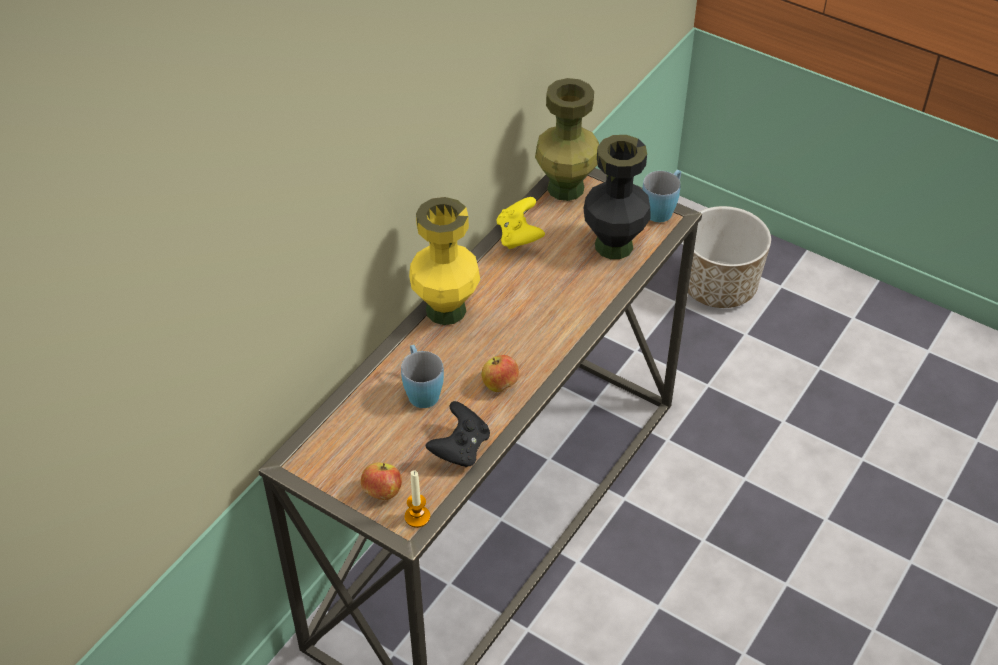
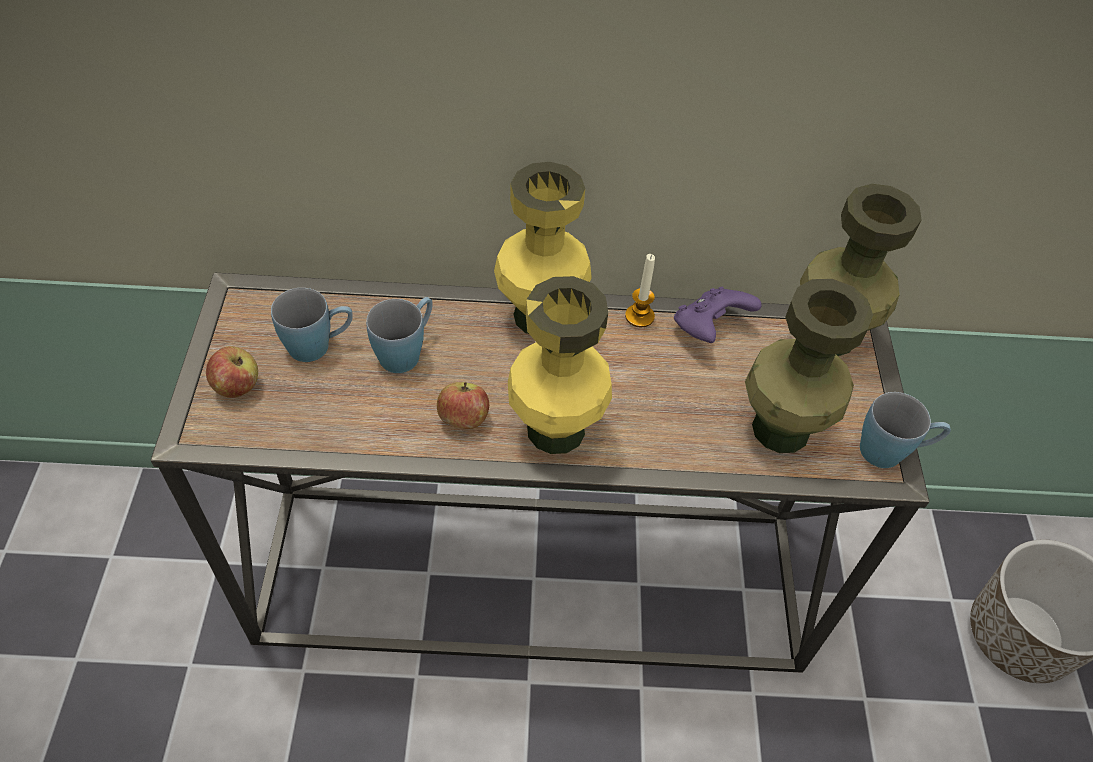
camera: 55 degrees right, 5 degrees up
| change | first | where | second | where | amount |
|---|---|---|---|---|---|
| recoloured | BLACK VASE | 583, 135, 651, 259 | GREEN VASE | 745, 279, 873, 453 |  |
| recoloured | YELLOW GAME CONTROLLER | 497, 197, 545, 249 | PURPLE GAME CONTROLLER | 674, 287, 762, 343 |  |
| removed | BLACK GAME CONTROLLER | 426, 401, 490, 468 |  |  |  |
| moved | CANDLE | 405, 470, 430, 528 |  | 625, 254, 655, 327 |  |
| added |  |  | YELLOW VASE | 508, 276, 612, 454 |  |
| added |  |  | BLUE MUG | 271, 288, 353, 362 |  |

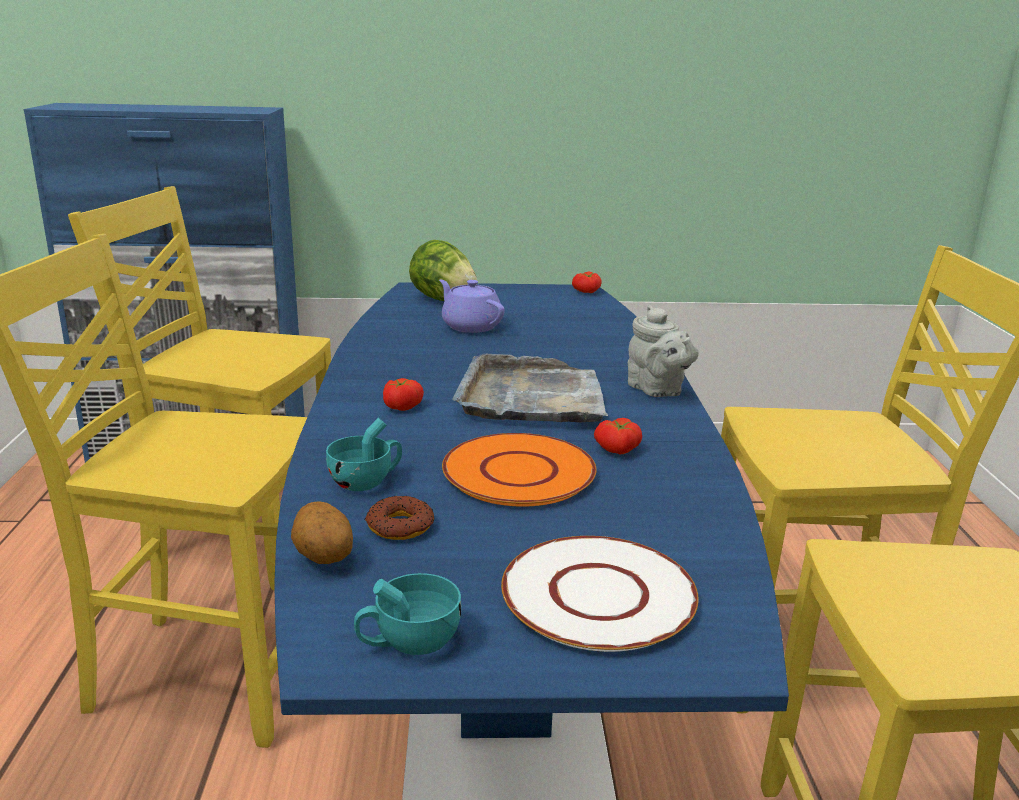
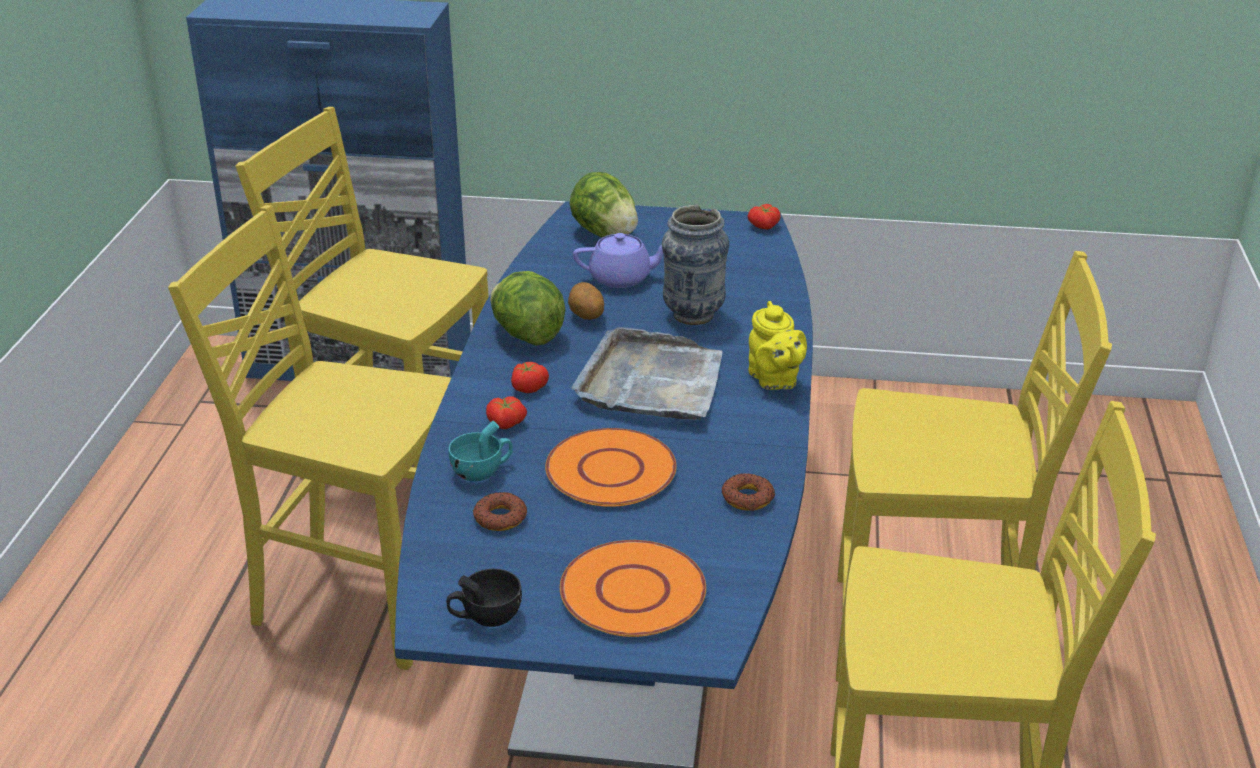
camera: 10 degrees right, 10 degrees up
| change | first | where | second | where | amount |
|---|---|---|---|---|---|
| turned | PURPLE TEAPOT | 439, 280, 505, 333 |  | 573, 233, 663, 288 | 120 degrees clockwise |
| recoloured | GREY TEAPOT | 628, 305, 699, 397 | YELLOW TEAPOT | 748, 301, 807, 390 |  |
| moved | TOMATO | 594, 418, 642, 454 |  | 486, 396, 527, 429 |  |
| moved | POTATO | 291, 502, 353, 564 |  | 568, 282, 604, 320 |  |
| recoloured | WHITE PLATE | 501, 536, 699, 652 | ORANGE PLATE | 560, 540, 706, 637 |  |
| recoloured | TURQUOISE CUP | 354, 573, 461, 655 | BLACK CUP | 446, 569, 522, 627 |  |
| added |  |  | VASE | 662, 205, 729, 325 |  |
| added |  |  | LETTUCE | 490, 271, 565, 346 |  |
| added |  |  | DONUT | 722, 473, 775, 511 |  |

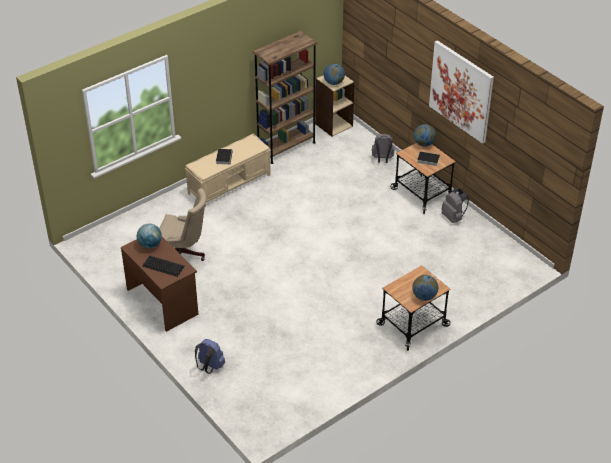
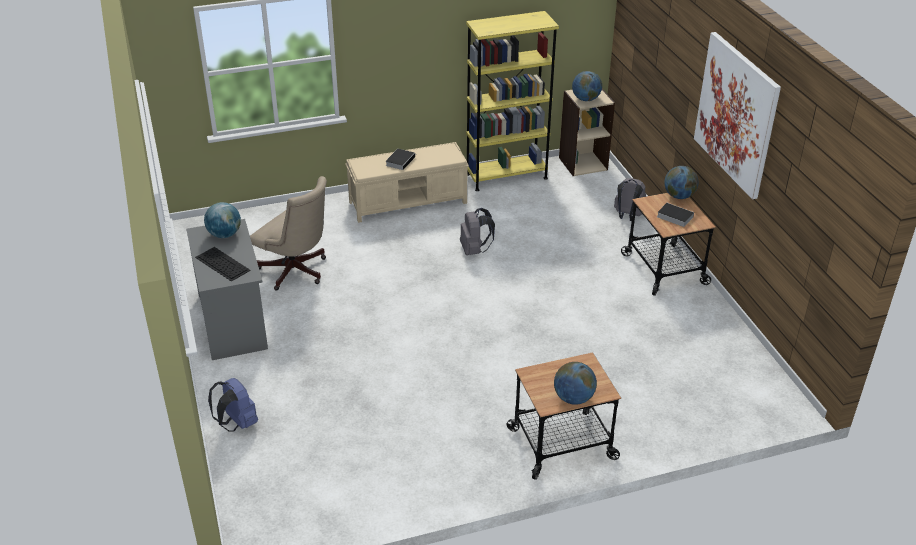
camera: 20 degrees right, 5 degrees down
| change | first | where | second | where | amount |
|---|---|---|---|---|---|
| recoloured | BROWN BOOKCASE | 253, 31, 317, 164 | YELLOW BOOKCASE | 466, 11, 559, 191 |  |
| moved | GREY BACKPACK | 441, 188, 469, 223 |  | 460, 208, 495, 255 |  |
| recoloured | BROWN DESK | 121, 237, 198, 332 | GREY DESK | 186, 219, 268, 360 |  |

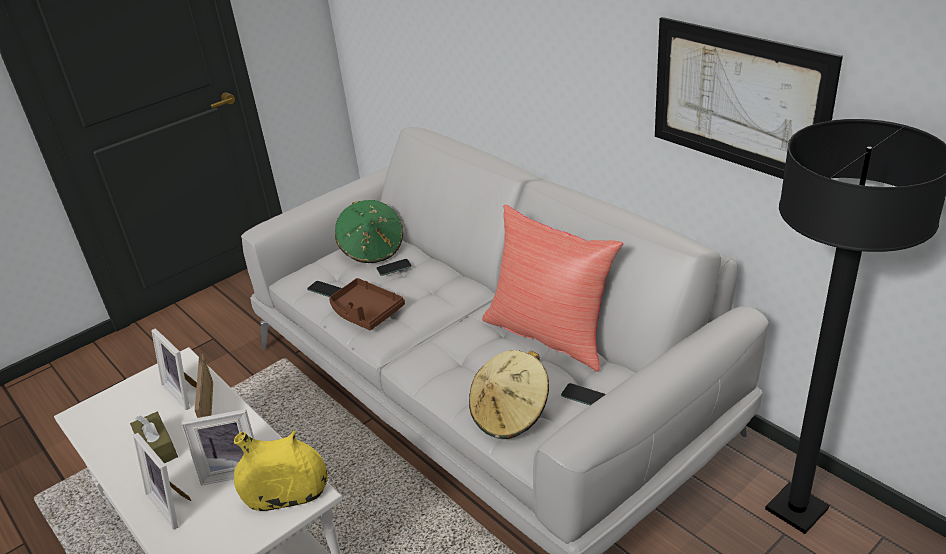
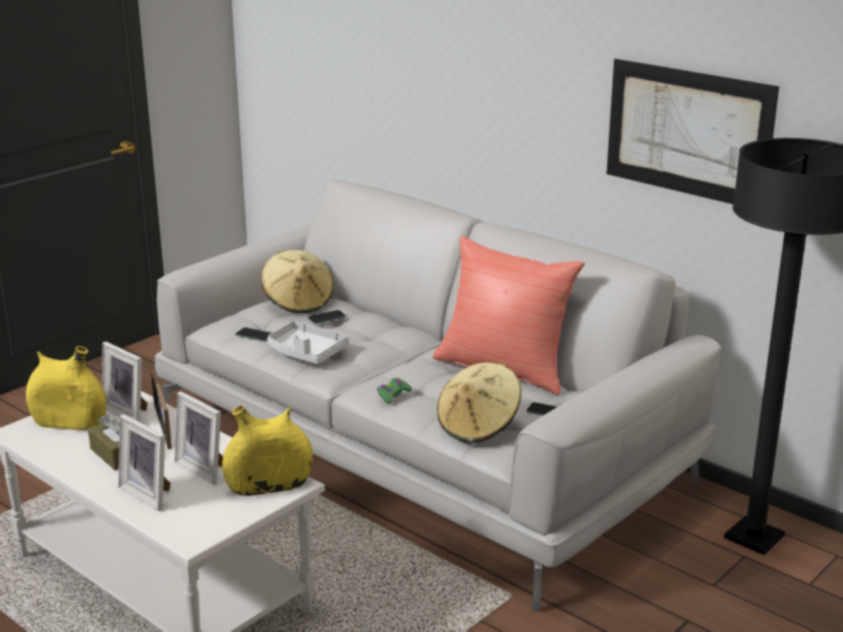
camera: 10 degrees left, 10 degrees down
| change | first | where | second | where | amount |
|---|---|---|---|---|---|
| recoloured | GREEN HAT | 335, 200, 403, 263 | BEIGE HAT | 262, 250, 334, 313 |  |
| recoloured | BROWN TRAY | 329, 278, 405, 330 | GREY TRAY | 267, 321, 349, 364 |  |
| turned | PICTURE FRAME | 181, 409, 254, 486 |  | 175, 391, 223, 485 | 60 degrees clockwise |
| added |  |  | YELLOW VASE | 26, 346, 106, 430 |  |
| added |  |  | GREEN GAME CONTROLLER | 377, 377, 412, 404 |  |

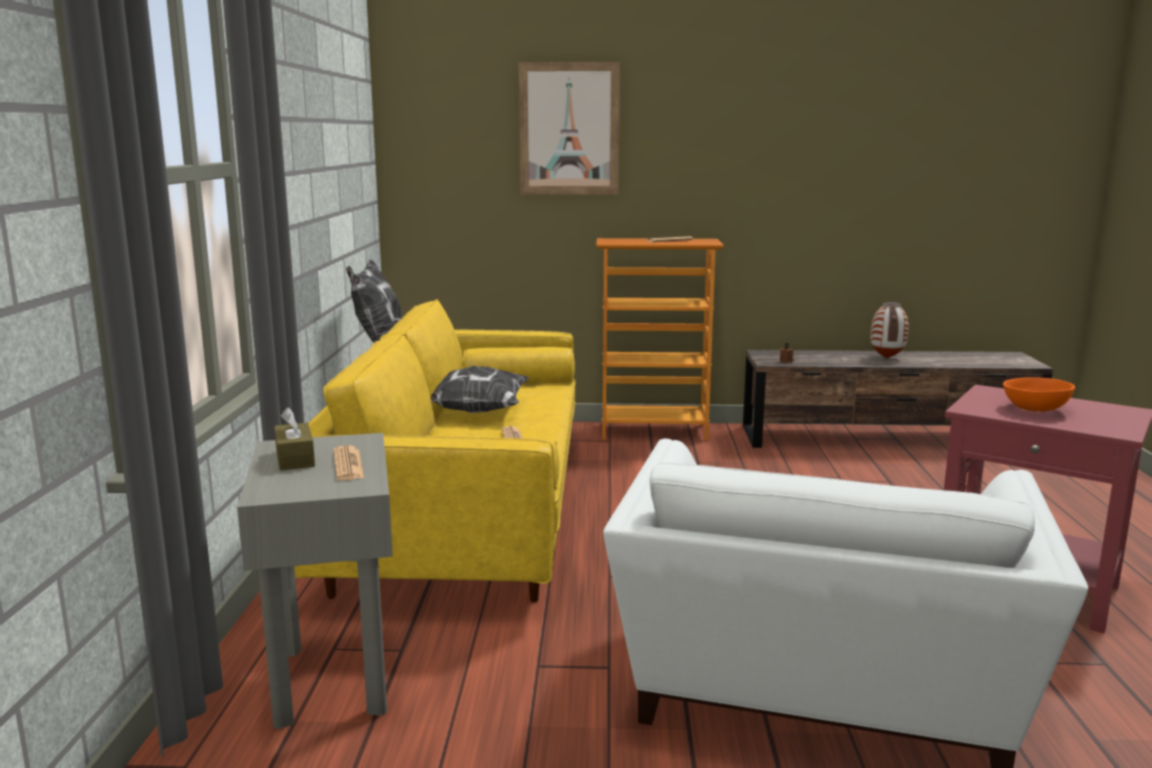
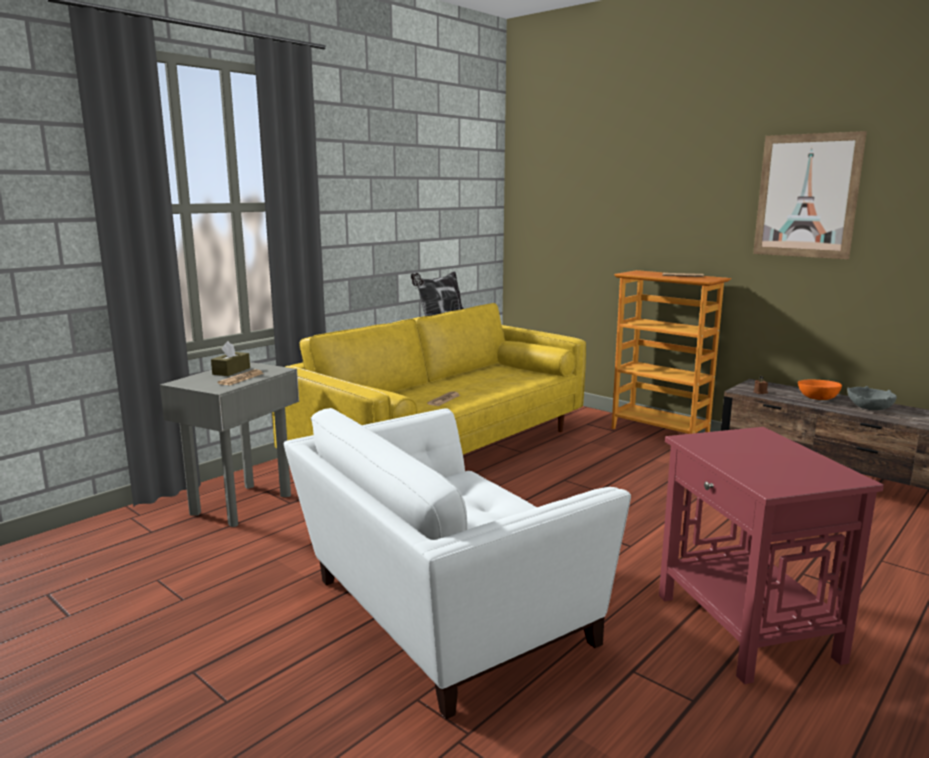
camera: 40 degrees right, 0 degrees up
| change | first | where | second | where | amount |
|---|---|---|---|---|---|
| moved | PICTURE | 519, 62, 620, 195 |  | 753, 131, 867, 259 |  |
| replaced | VASE | 870, 302, 909, 358 | GREY BOWL | 847, 386, 897, 410 |  |
| removed | PILLOW | 430, 366, 530, 413 |  |  |  |
| moved | ORANGE BOWL | 1003, 377, 1075, 412 |  | 798, 379, 842, 400 |  |

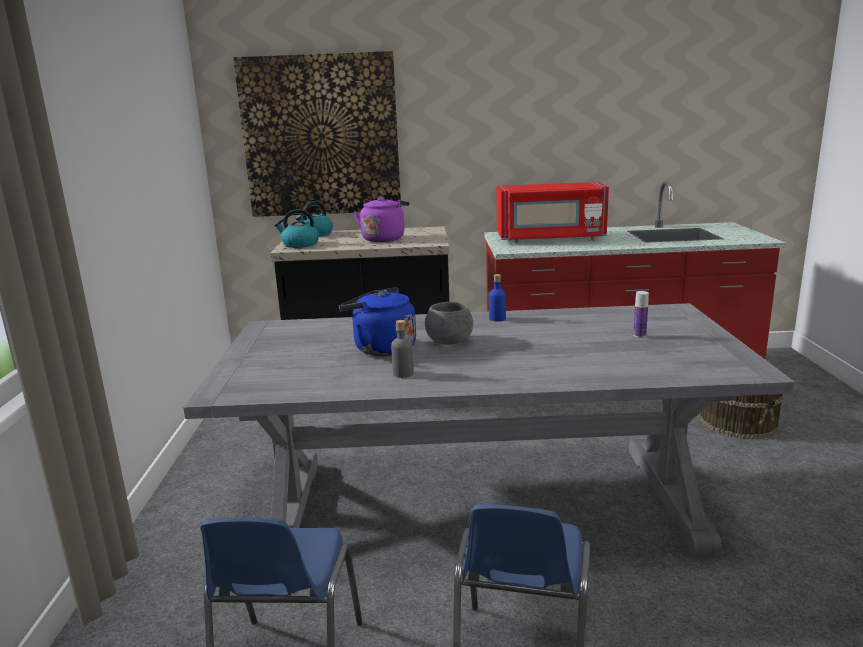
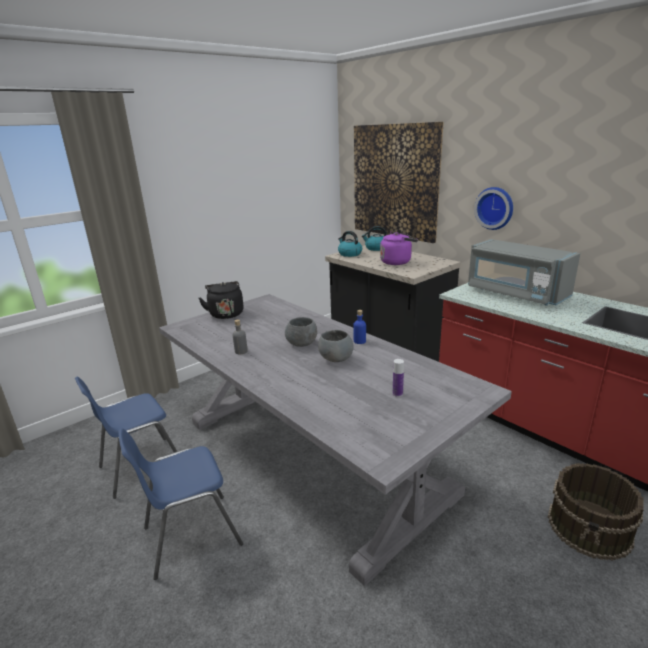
camera: 50 degrees right, 5 degrees up
| change | first | where | second | where | amount |
|---|---|---|---|---|---|
| recoloured | RED MICROWAVE | 497, 182, 609, 243 | GREY MICROWAVE | 468, 239, 580, 305 |  |
| removed | BLUE KETTLE | 339, 287, 416, 356 |  |  |  |
| added |  |  | WALL CLOCK | 474, 187, 513, 230 |  |
| added |  |  | BLACK KETTLE | 199, 281, 244, 319 |  |
| added |  |  | GREY BOWL | 318, 330, 354, 362 |  |

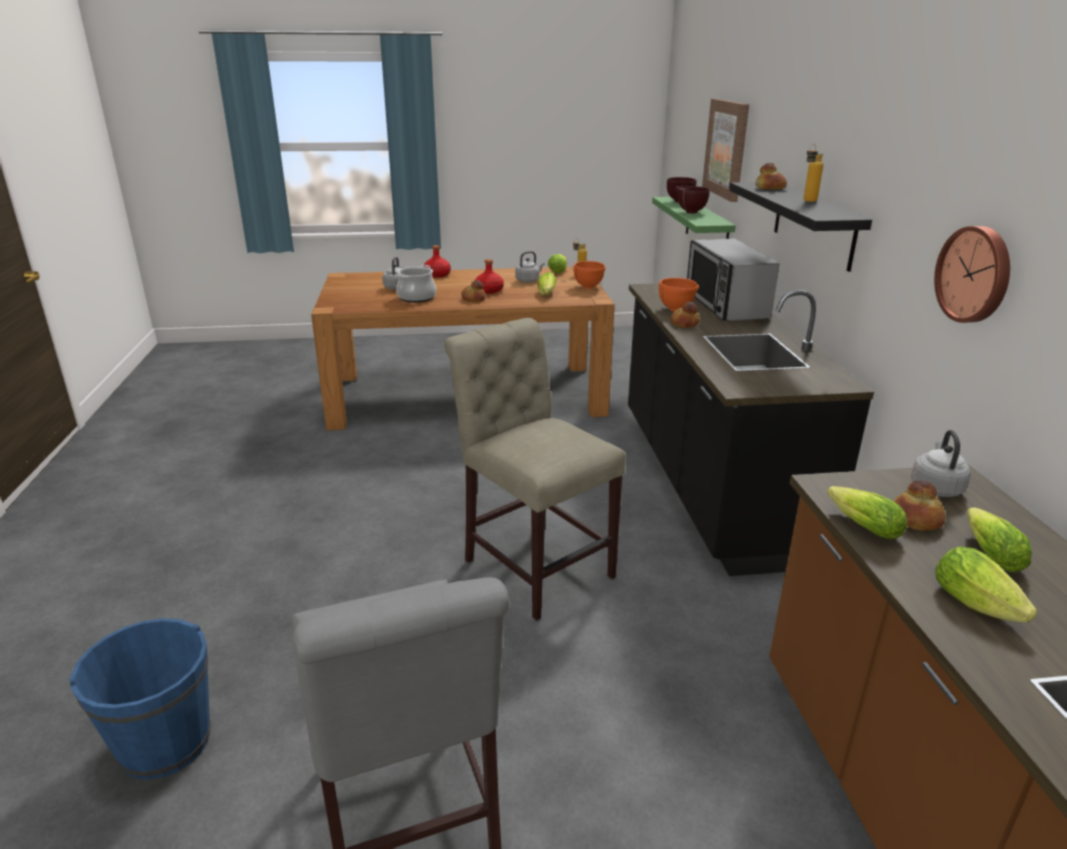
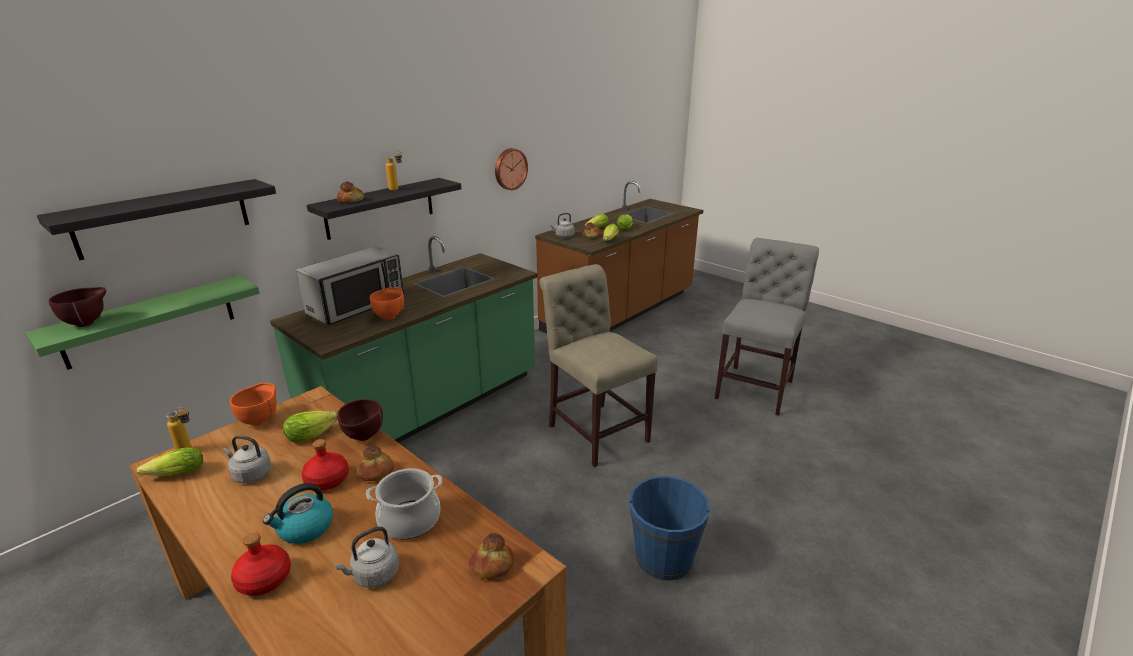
camera: 130 degrees left, 0 degrees up
| change | first | where | second | where | amount |
|---|---|---|---|---|---|
| replaced | PICTURE | 702, 99, 749, 202 | BLACK SHELF | 37, 179, 276, 260 |  |
| moved | BROWN BOWL | 676, 186, 710, 214 |  | 337, 399, 383, 441 |  |
| recoloured | BLACK COUNTER | 628, 283, 874, 576 | GREEN COUNTER | 270, 236, 537, 443 |  |
| moved | BREAD | 670, 301, 700, 328 |  | 469, 533, 514, 579 |  |
| turned | BEIGE CHAIR | 444, 318, 626, 621 |  | 539, 264, 658, 467 | 135 degrees clockwise |
| moved | BLUE BUCKET | 69, 618, 211, 779 |  | 629, 476, 710, 580 |  |
| added |  |  | KETTLE | 263, 483, 333, 544 |  |

